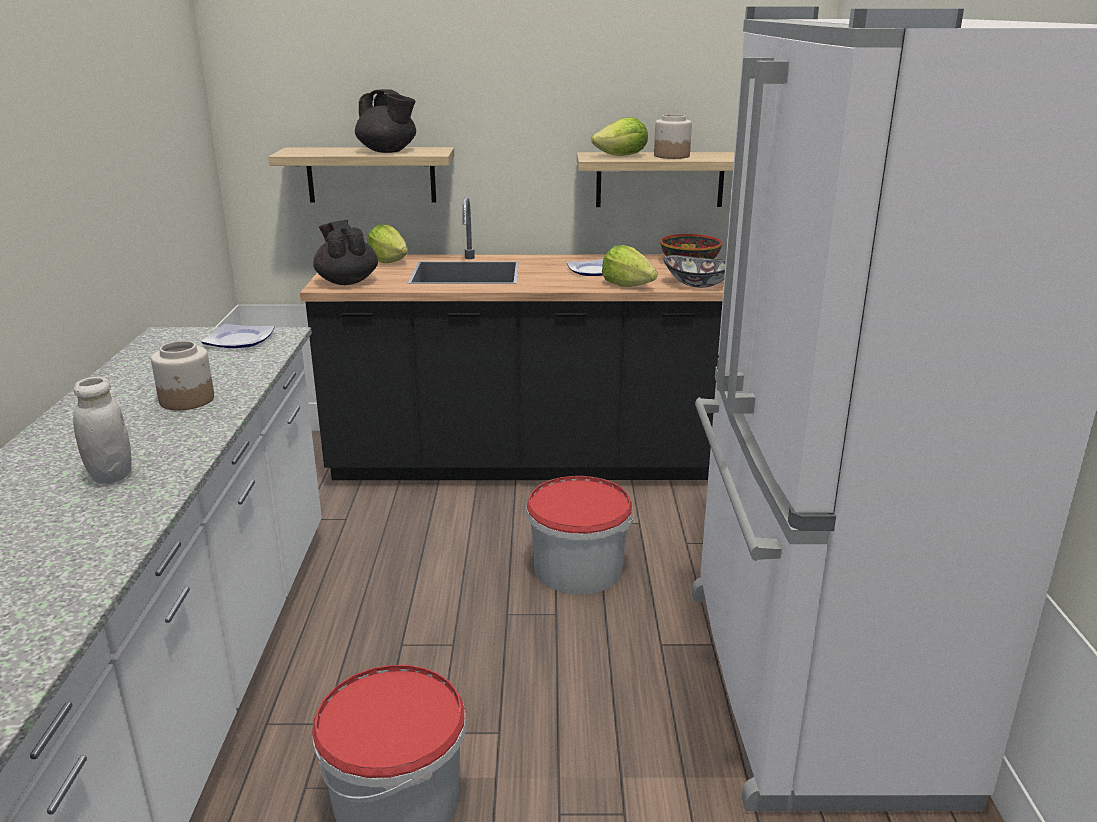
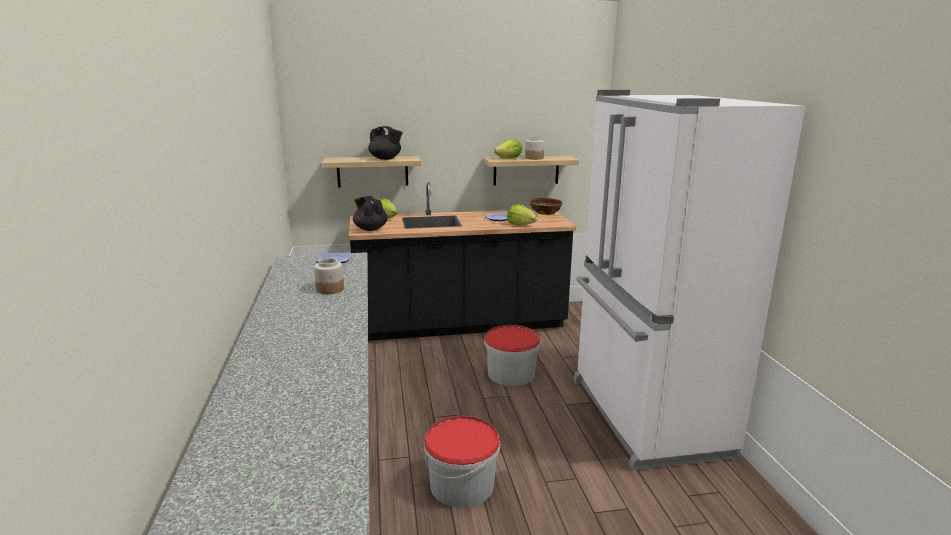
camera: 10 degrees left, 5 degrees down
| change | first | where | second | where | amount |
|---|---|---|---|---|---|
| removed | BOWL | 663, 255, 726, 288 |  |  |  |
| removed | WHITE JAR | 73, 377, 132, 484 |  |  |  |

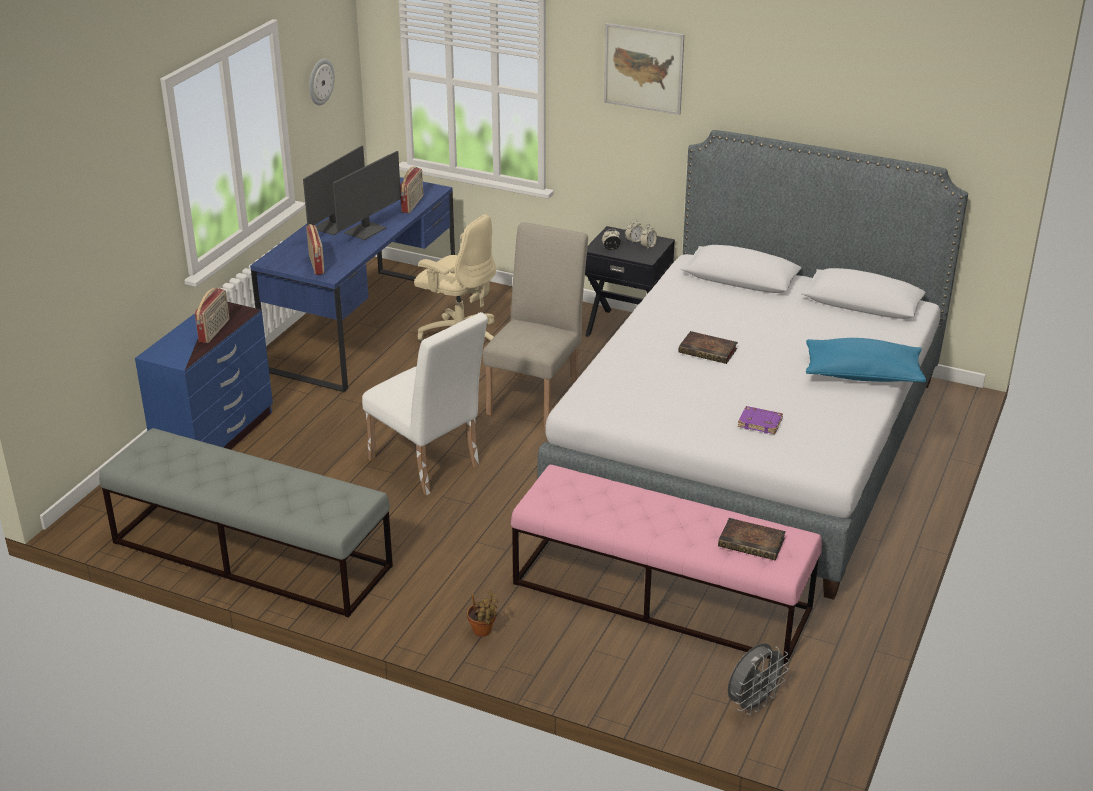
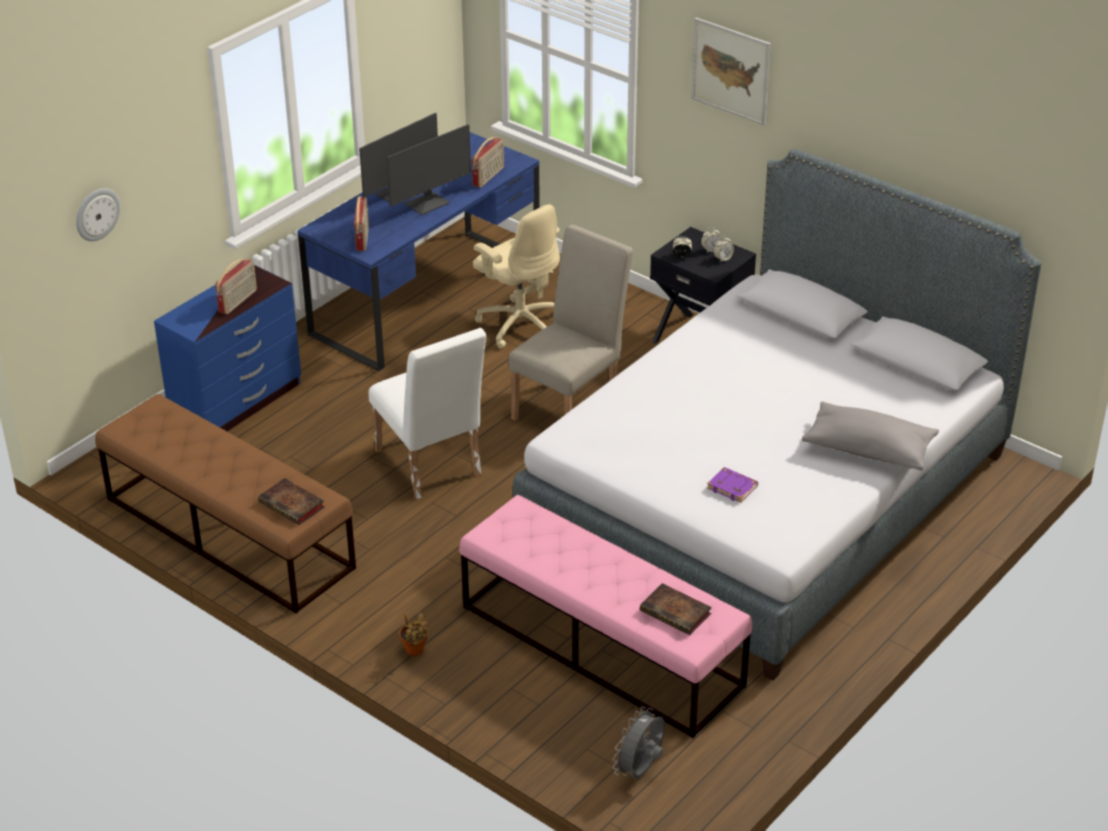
camera: 15 degrees right, 5 degrees up
| change | first | where | second | where | amount |
|---|---|---|---|---|---|
| moved | WALL CLOCK | 309, 59, 335, 105 |  | 76, 188, 120, 241 |  |
| moved | BOOK | 678, 331, 738, 364 |  | 258, 478, 324, 525 |  |
| recoloured | BLUE PILLOW | 806, 338, 926, 382 | GREY PILLOW | 802, 402, 939, 471 |  |
| recoloured | GREY BENCH | 99, 428, 393, 618 | BROWN BENCH | 95, 394, 356, 614 |  |
| turned | GREY FAN | 728, 643, 790, 715 |  | 613, 707, 665, 779 | 150 degrees clockwise |

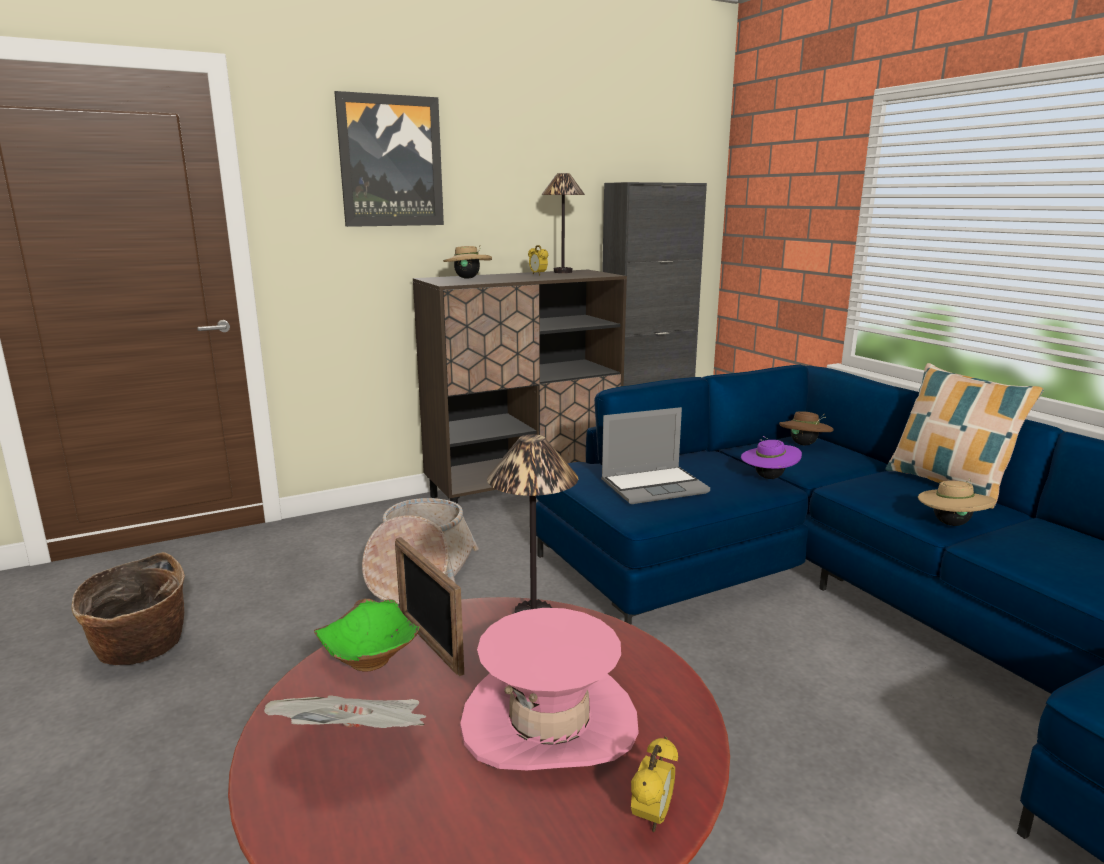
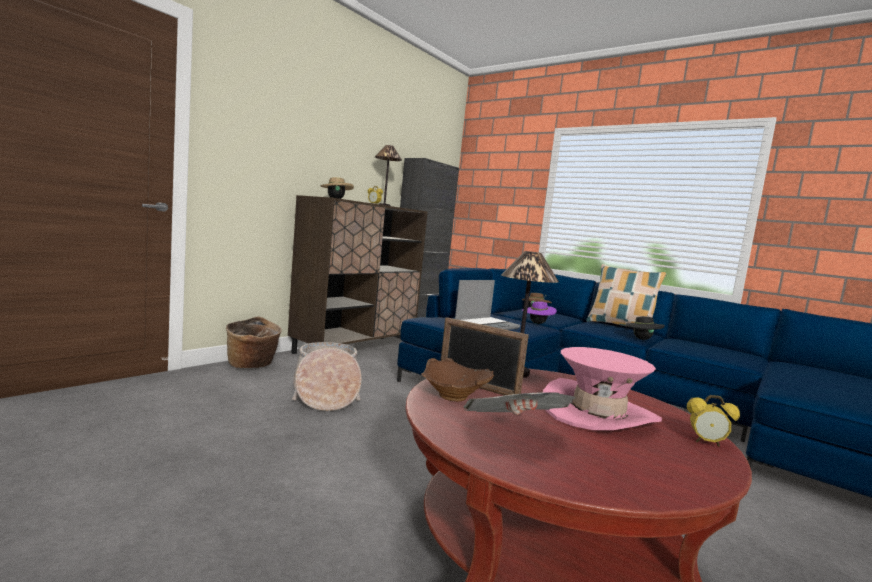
camera: 25 degrees left, 10 degrees down
| change | first | where | second | where | amount |
|---|---|---|---|---|---|
| removed | PICTURE | 334, 91, 444, 227 |  |  |  |
| recoloured | BEIGE HAT | 918, 478, 996, 526 | BLACK HAT | 625, 315, 665, 340 |  |
| moved | BASKET | 71, 552, 185, 665 |  | 226, 316, 282, 368 |  |
| recoloured | GREEN BOWL | 314, 599, 420, 672 | BROWN BOWL | 421, 358, 494, 402 |  |
| turned | ALARM CLOCK | 631, 737, 678, 832 |  | 687, 395, 740, 446 | 105 degrees clockwise |

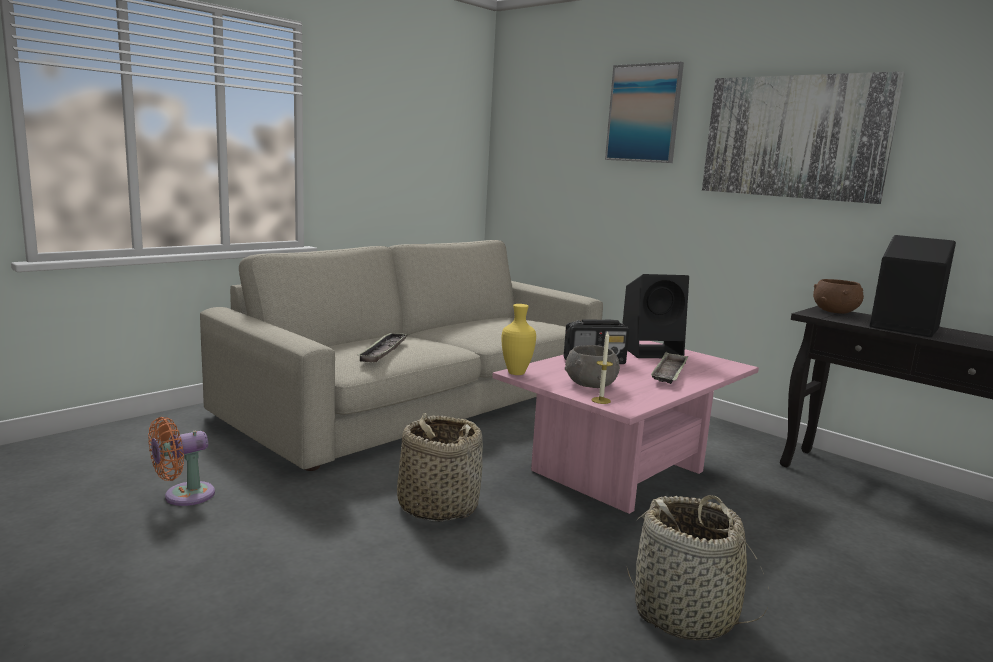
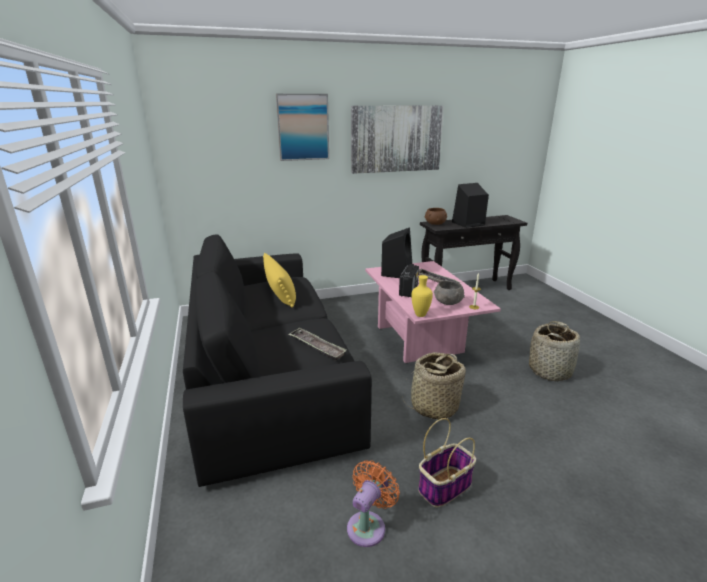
camera: 60 degrees left, 10 degrees up
| change | first | where | second | where | amount |
|---|---|---|---|---|---|
| recoloured | BEIGE SOFA | 200, 240, 603, 471 | BLACK SOFA | 183, 235, 372, 487 |  |
| turned | ORANGE FAN | 148, 417, 215, 506 |  | 347, 460, 400, 547 | 135 degrees counterclockwise |
| added |  |  | YELLOW PILLOW | 263, 253, 296, 308 |  |
| added |  |  | BASKET | 418, 418, 476, 507 |  |

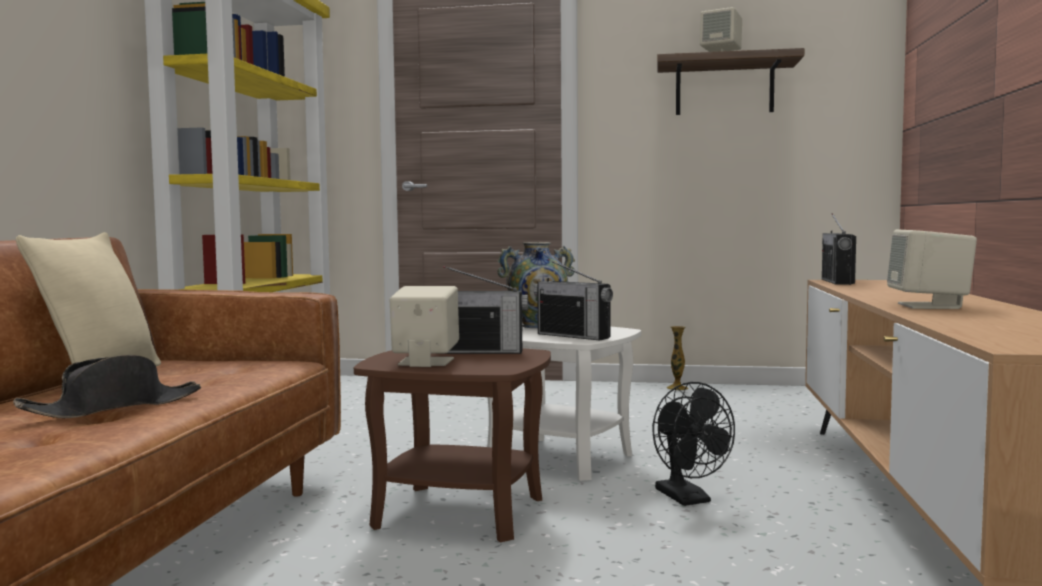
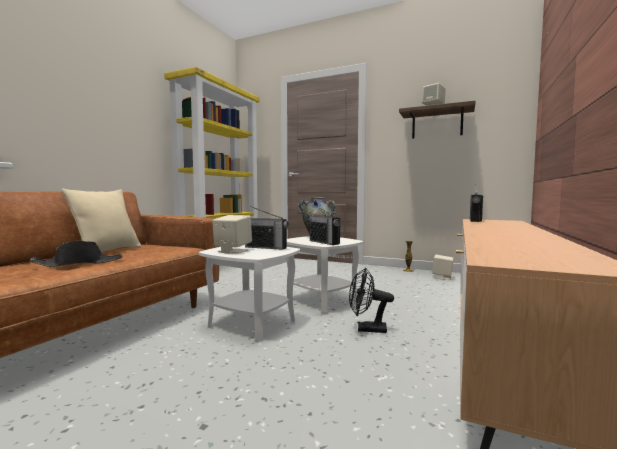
camera: 15 degrees right, 0 degrees up
| change | first | where | second | where | amount |
|---|---|---|---|---|---|
| moved | BEIGE SPEAKER | 887, 230, 977, 309 |  | 432, 255, 453, 280 |  |
| recoloured | BROWN SIDE TABLE | 354, 348, 551, 542 | WHITE SIDE TABLE | 199, 245, 300, 342 |  |
| turned | BLACK FAN | 652, 382, 735, 506 |  | 349, 268, 394, 333 | 105 degrees clockwise |

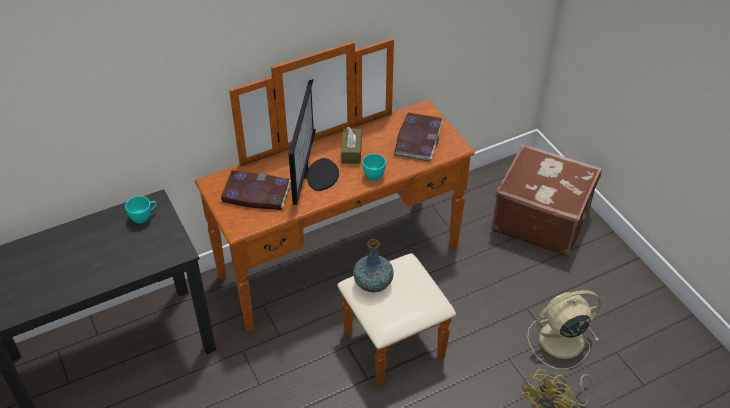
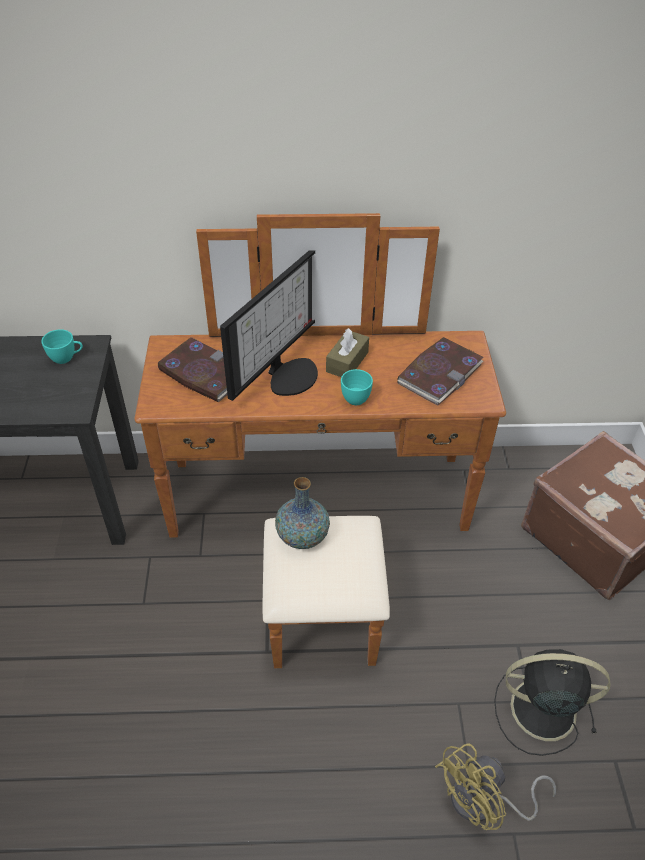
camera: 25 degrees right, 0 degrees up
| change | first | where | second | where | amount |
|---|---|---|---|---|---|
| recoloured | BEIGE FAN | 527, 290, 601, 370 | BLACK FAN | 494, 649, 611, 756 |  |

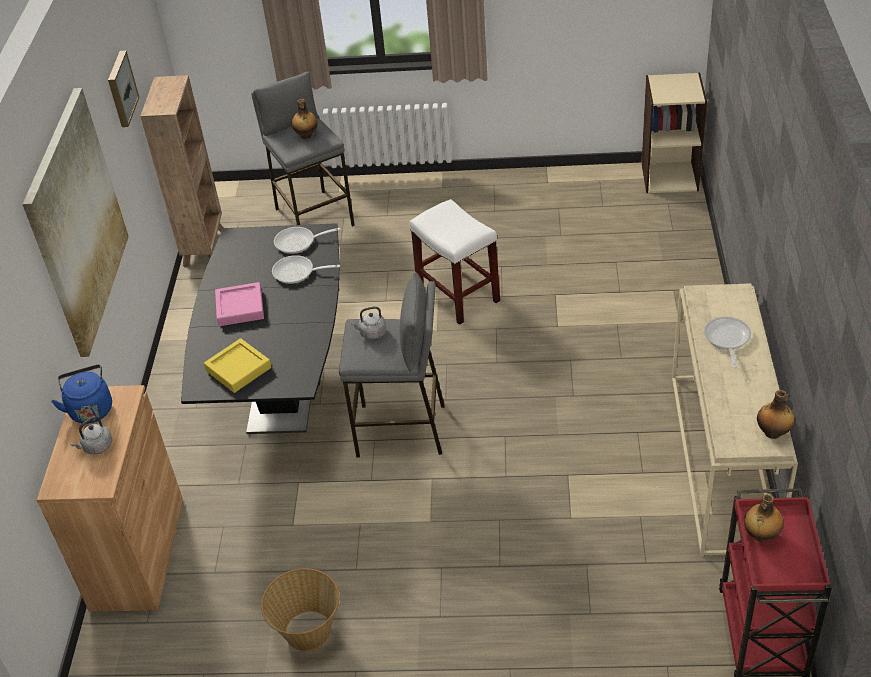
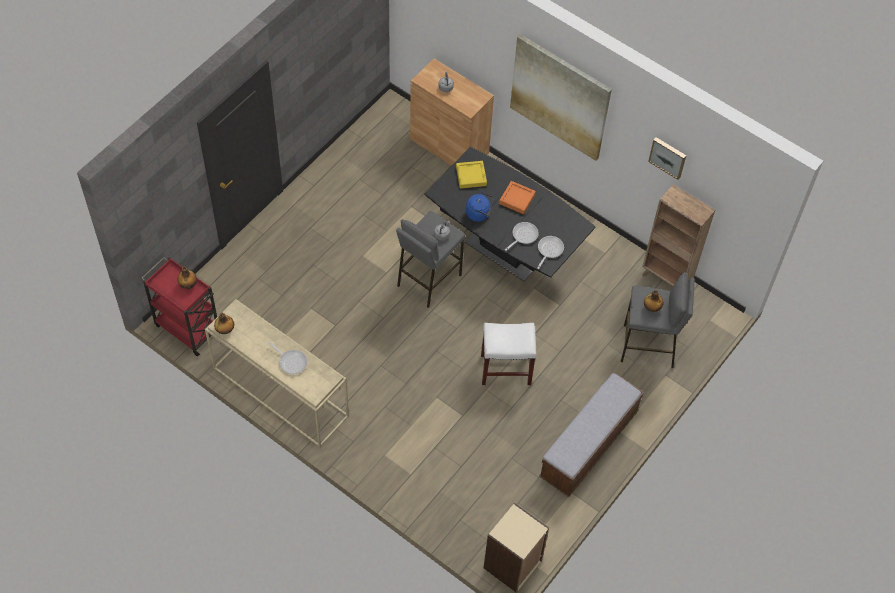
camera: 120 degrees right, 15 degrees up
| change | first | where | second | where | amount |
|---|---|---|---|---|---|
| recoloured | PINK TRAY | 215, 282, 264, 326 | ORANGE TRAY | 499, 181, 536, 214 |  |
| moved | BLUE KETTLE | 51, 365, 112, 424 |  | 466, 191, 494, 222 |  |
| removed | BASKET | 261, 568, 339, 651 |  |  |  |
| added |  |  | BENCH | 539, 372, 644, 497 |  |

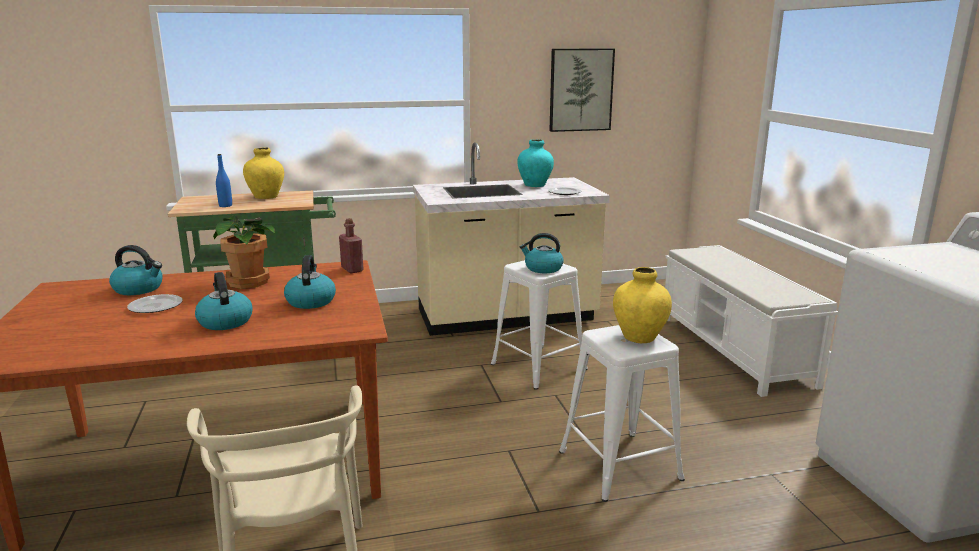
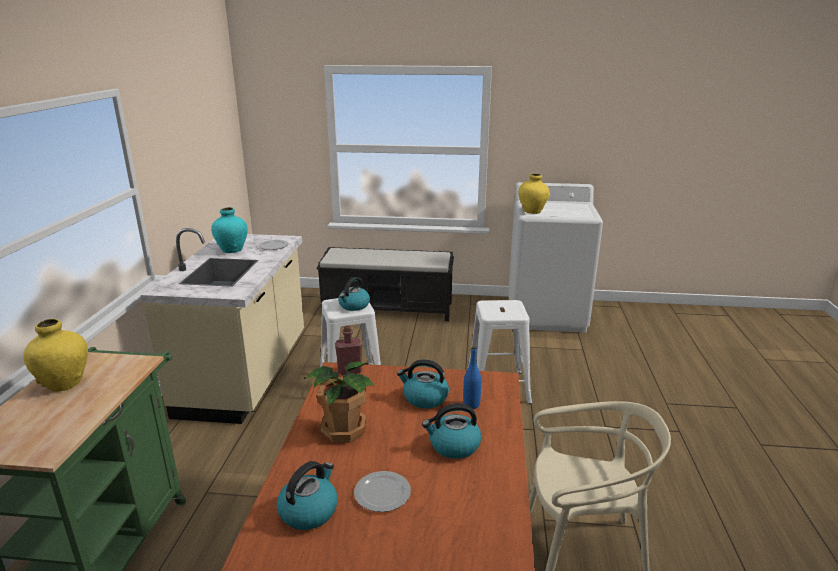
camera: 70 degrees left, 5 degrees up
| change | first | where | second | where | amount |
|---|---|---|---|---|---|
| removed | PICTURE | 549, 49, 615, 132 |  |  |  |
| moved | BLUE BOTTLE | 216, 154, 232, 207 |  | 463, 346, 481, 409 |  |
| recoloured | WHITE BENCH | 665, 245, 838, 397 | BLACK BENCH | 317, 247, 454, 321 |  |
| moved | YELLOW VASE | 613, 267, 672, 343 |  | 519, 173, 550, 214 |  |

